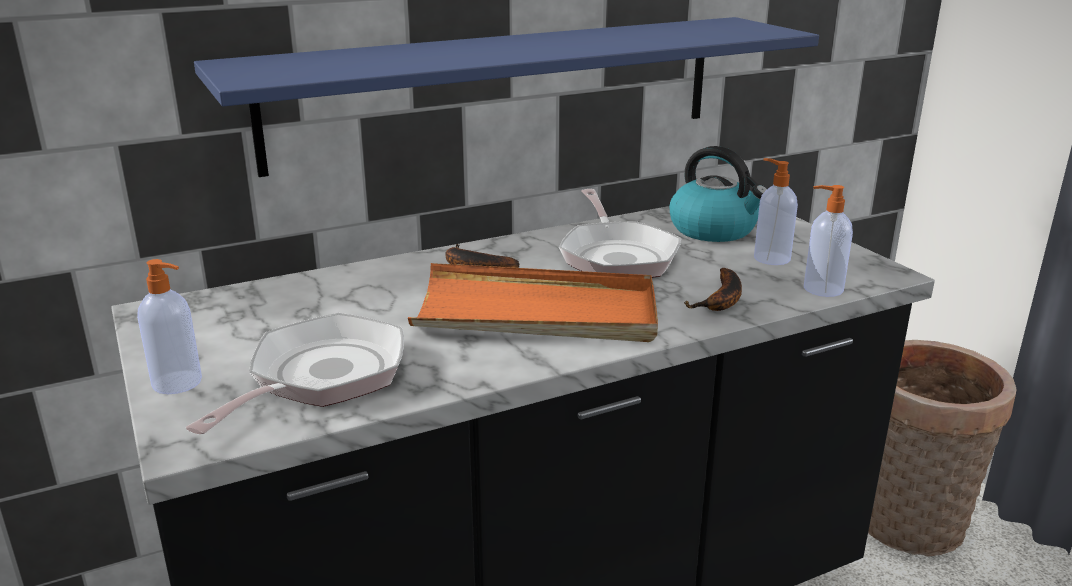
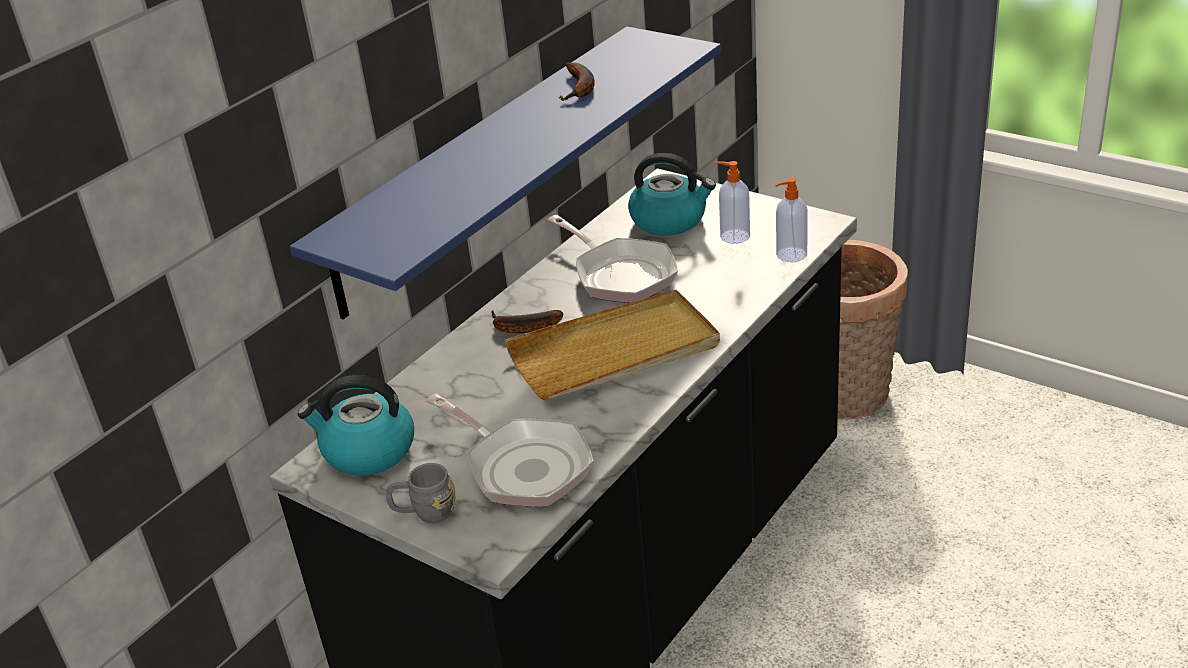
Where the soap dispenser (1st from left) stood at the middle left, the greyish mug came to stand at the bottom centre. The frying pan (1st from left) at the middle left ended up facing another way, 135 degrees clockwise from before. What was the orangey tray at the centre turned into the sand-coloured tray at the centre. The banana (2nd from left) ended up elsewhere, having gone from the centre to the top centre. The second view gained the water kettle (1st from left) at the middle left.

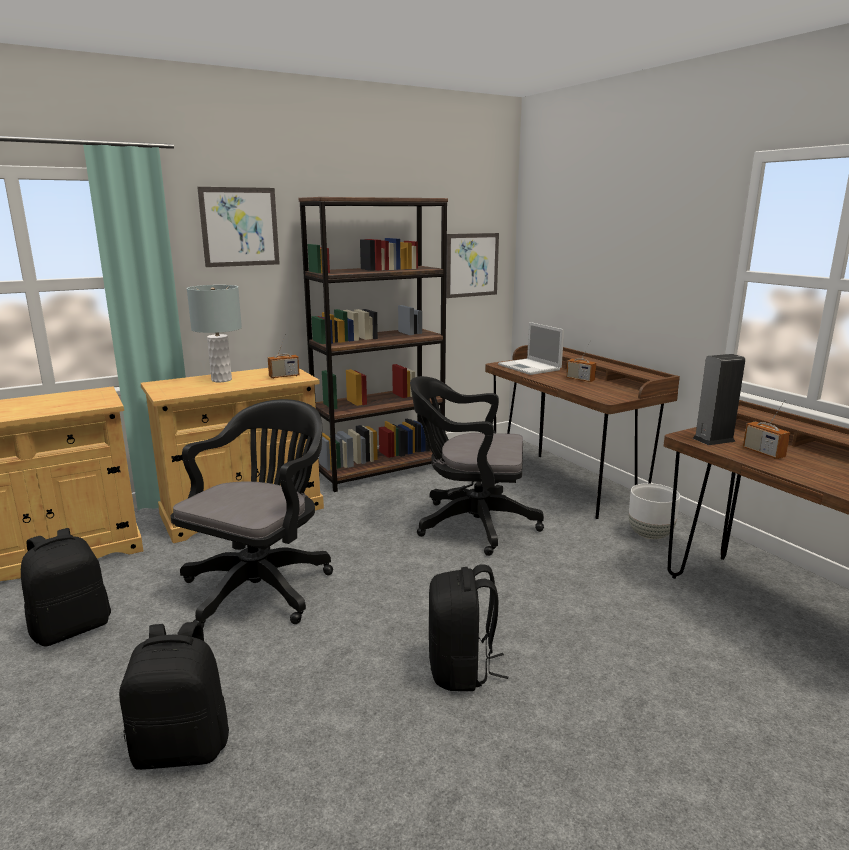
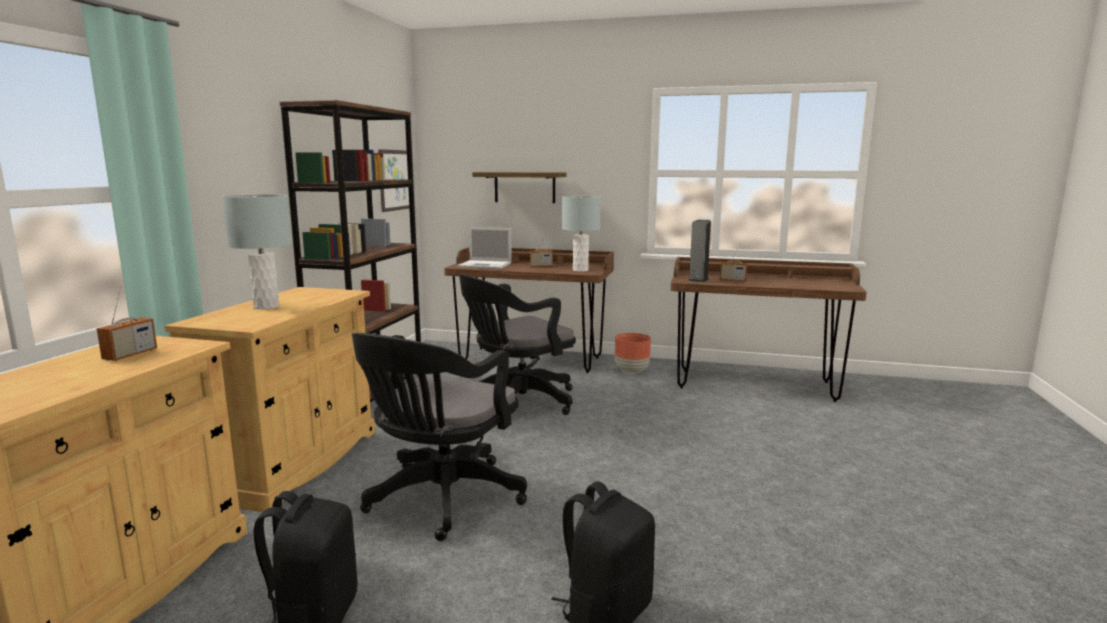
The black office chair (1st from left) at the middle left ended up facing another way, 135 degrees counterclockwise from before. The second view lost the picture (1st from left) at the top left. The radio (1st from left) ended up elsewhere, having gone from the centre to the middle left. The second view lost the black knapsack (3rd from left) at the bottom centre. What was the white plant pot at the middle right turned into the brownish plant pot at the centre. The second view gained the shelf at the top centre. The second view gained the greyish table lamp (2nd from left) at the centre.

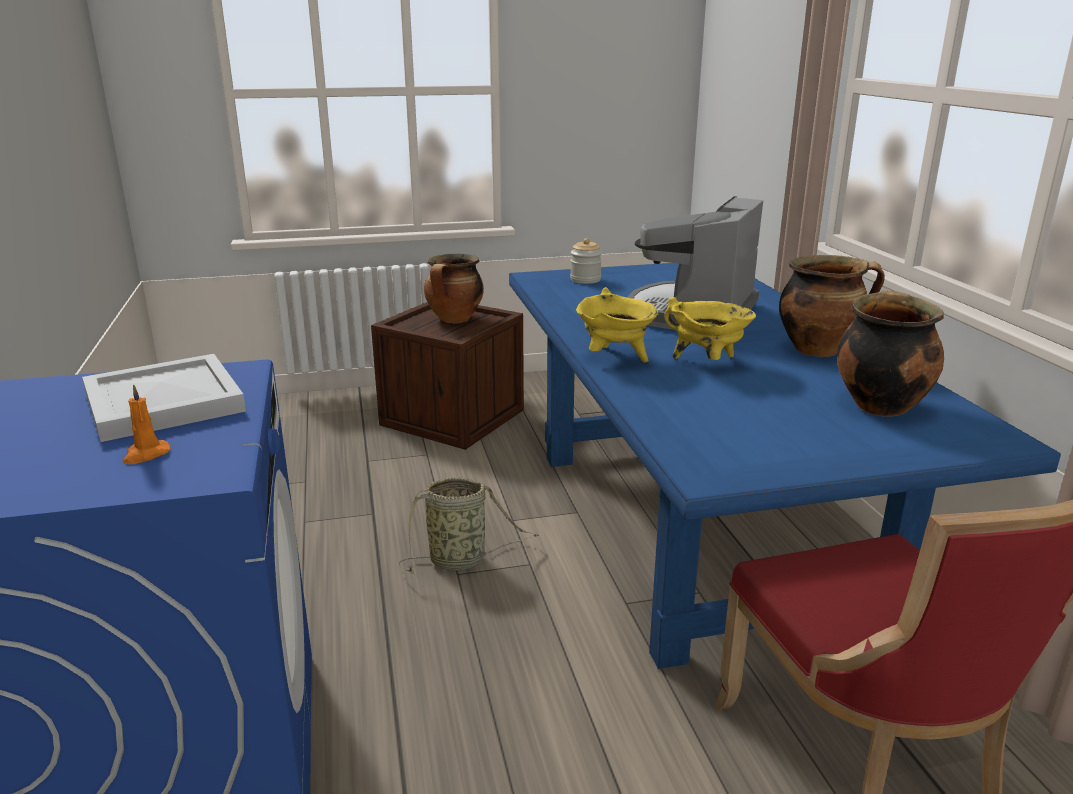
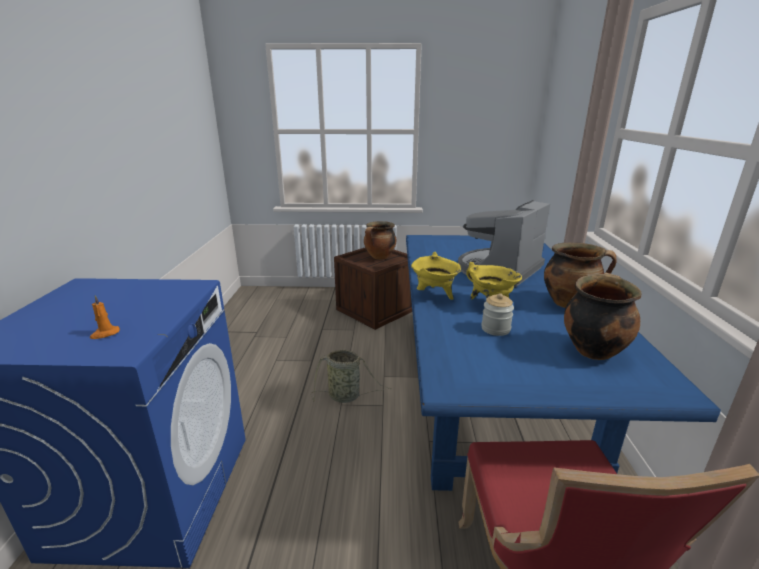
The second view lost the white tray at the middle left. The jar ended up elsewhere, having gone from the top centre to the centre.

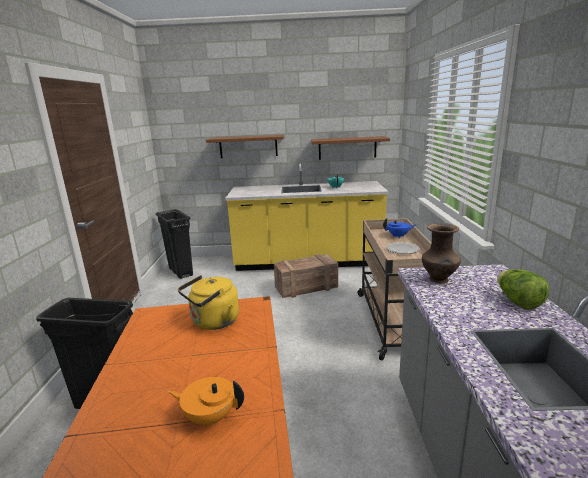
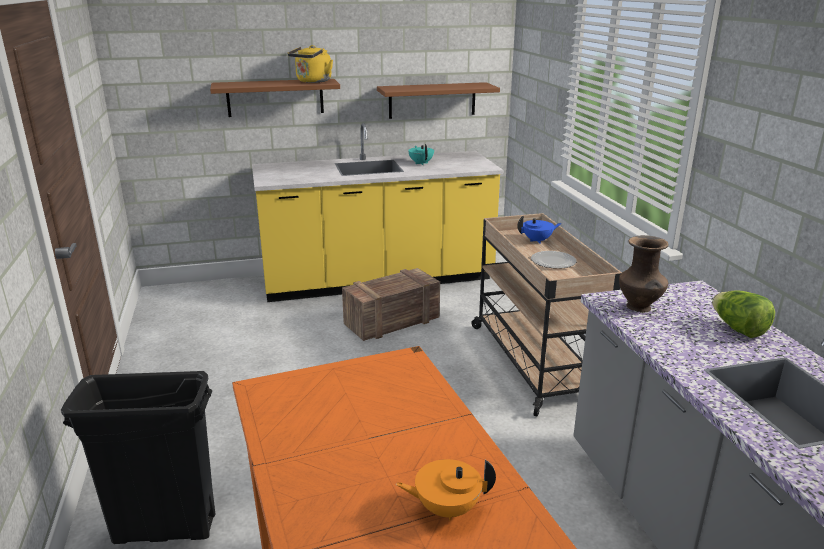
The second view lost the black trash can (2nd from left) at the middle left. The yellow water kettle ended up elsewhere, having gone from the centre to the top centre.

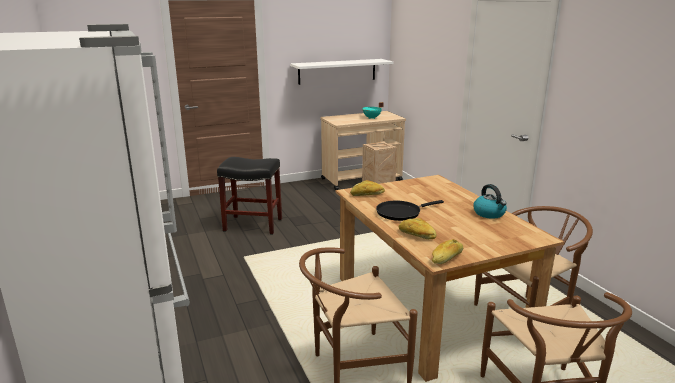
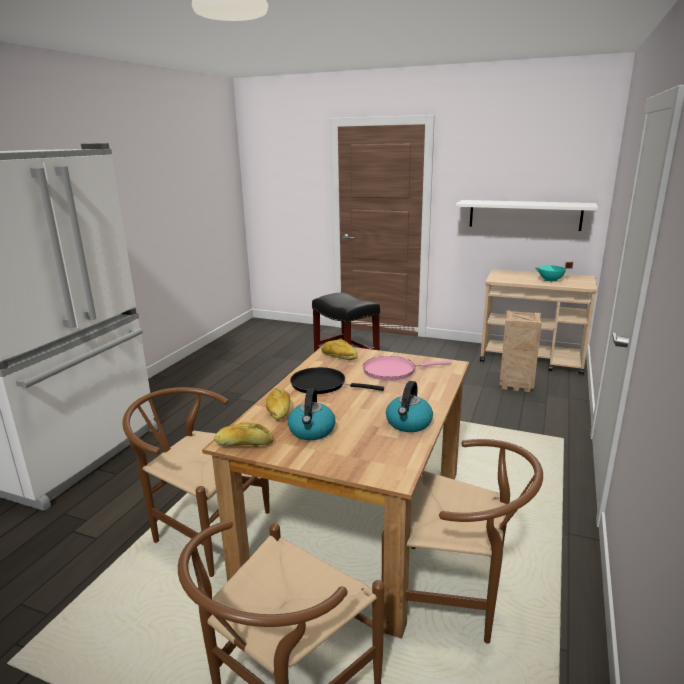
The second view gained the water kettle (1st from left) at the centre. The second view gained the pink frying pan at the centre.

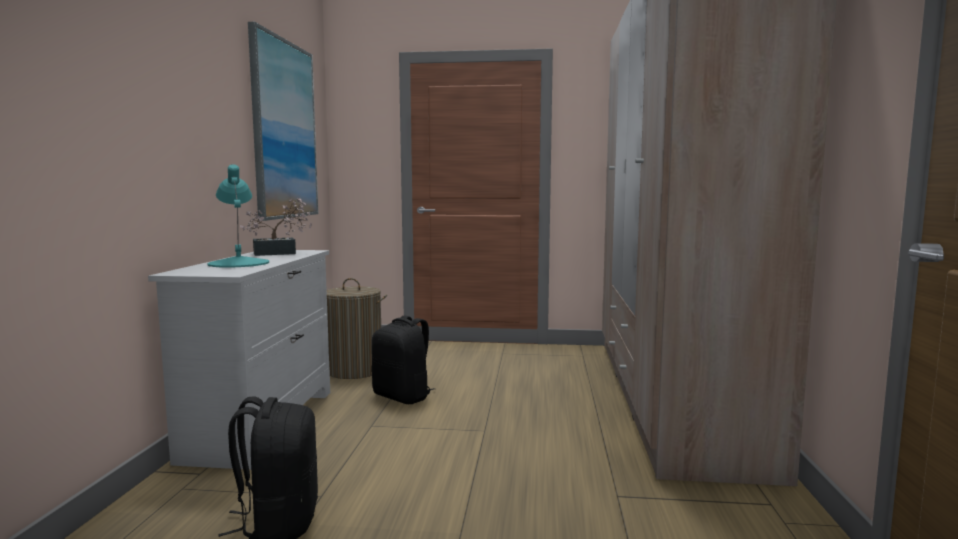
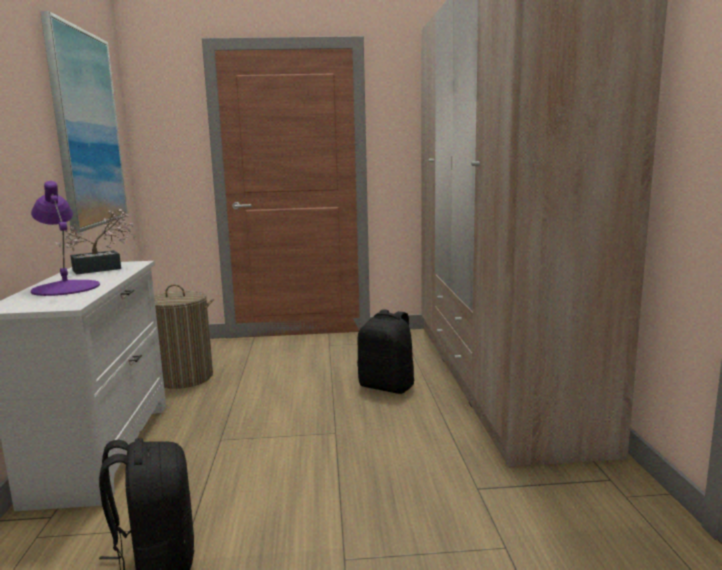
What was the turquoise table lamp at the middle left turned into the purple table lamp at the middle left. The black knapsack (2nd from left) ended up elsewhere, having gone from the bottom centre to the centre.

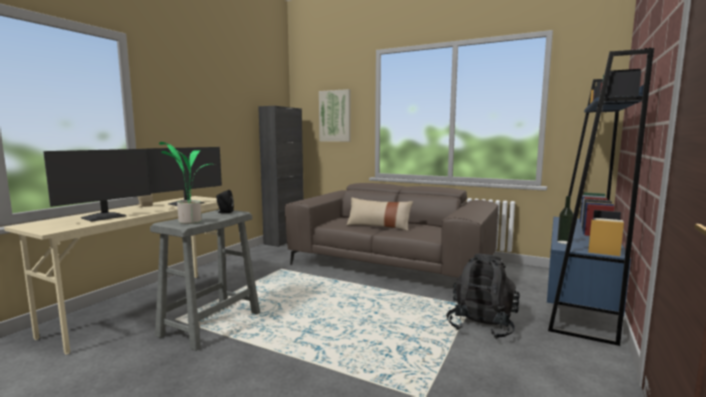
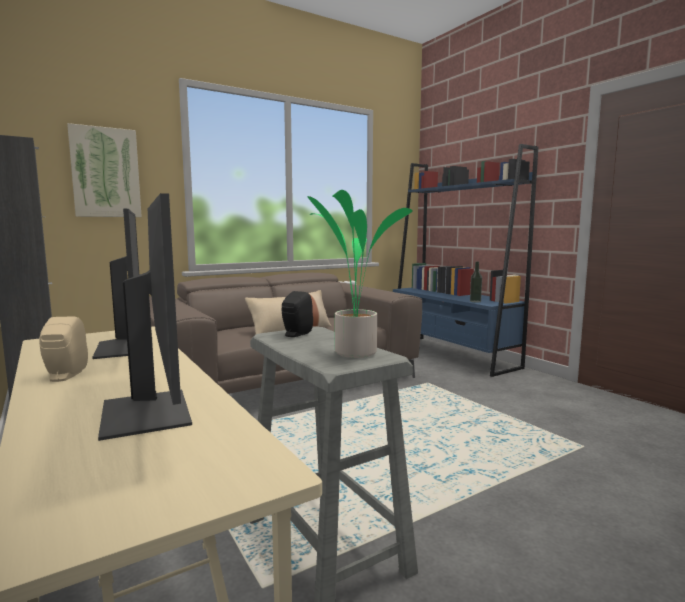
The second view lost the black knapsack at the bottom right.

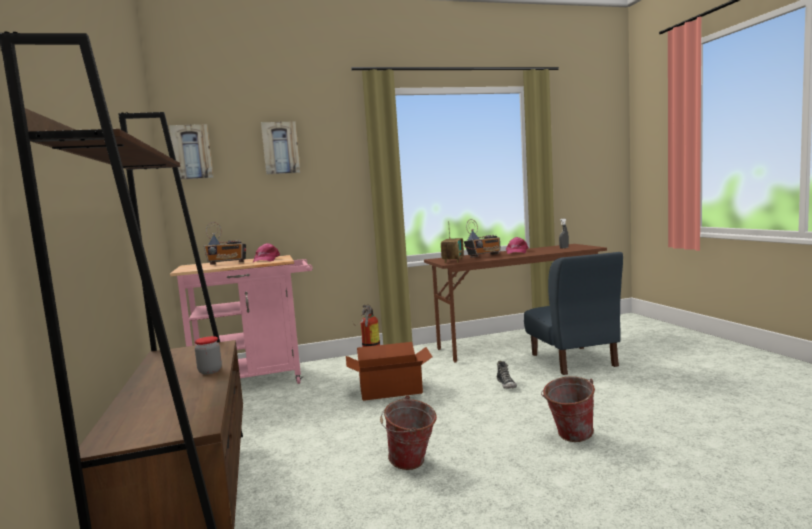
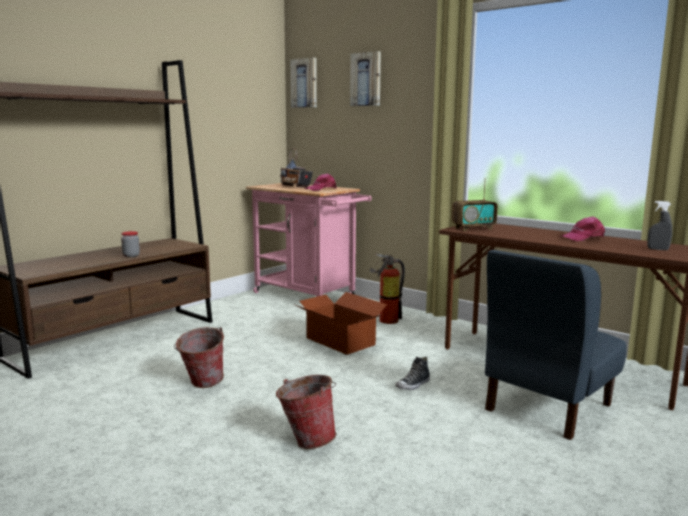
The second view lost the radio (3rd from left) at the centre.

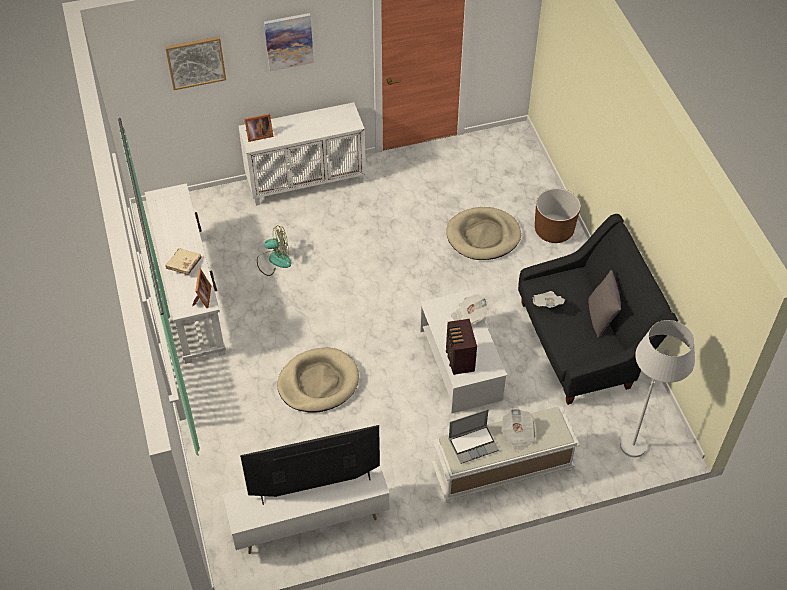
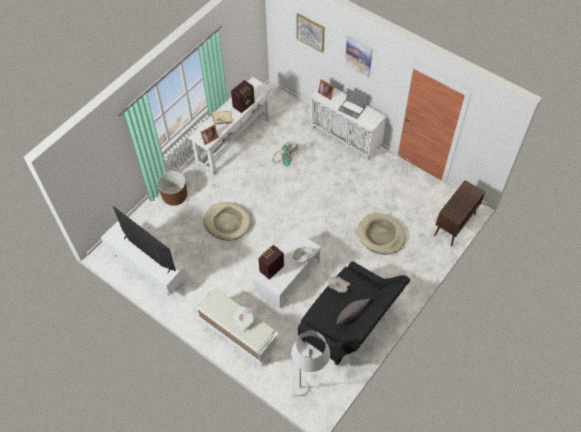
The notebook computer ended up elsewhere, having gone from the bottom centre to the top centre. The brownish plant pot ended up elsewhere, having gone from the middle right to the middle left. The second view gained the radio (1st from left) at the top centre. The second view gained the brownish storage cabinet at the middle right.

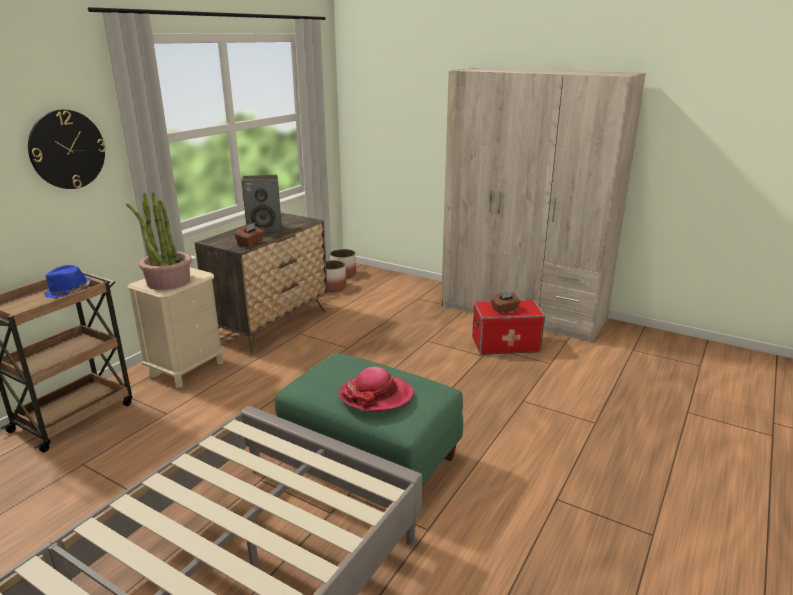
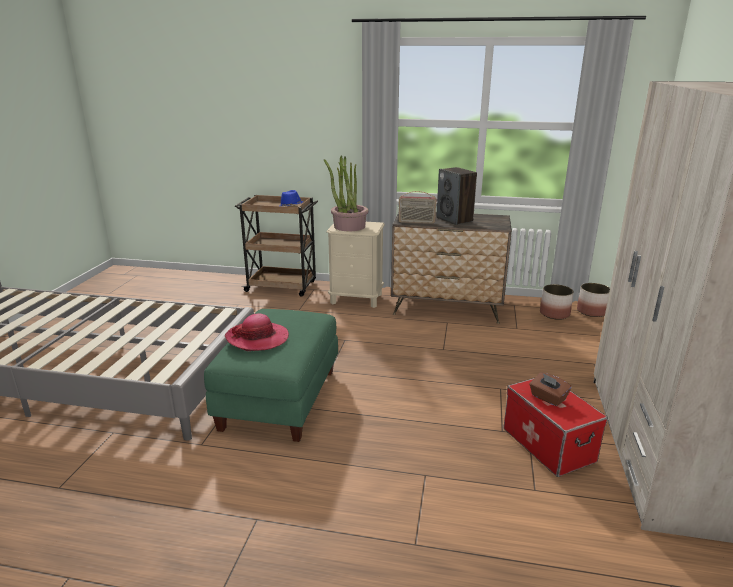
The second view lost the hanging clock at the top left. Where the brownish tissue holder (1st from left) stood at the middle left, the radio came to stand at the centre.

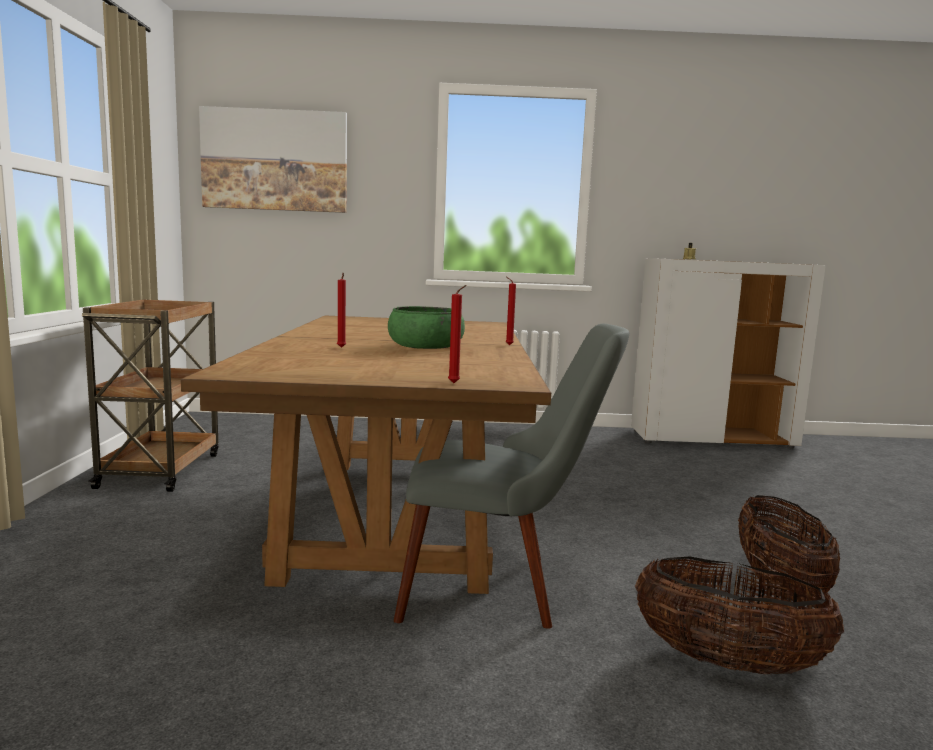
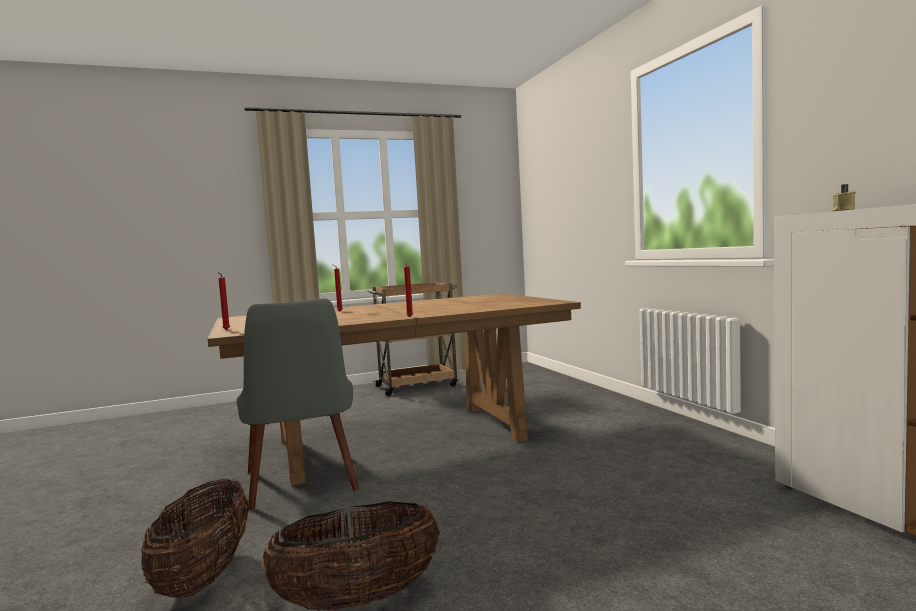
The second view lost the picture at the top left. The second view lost the green bowl at the centre.

